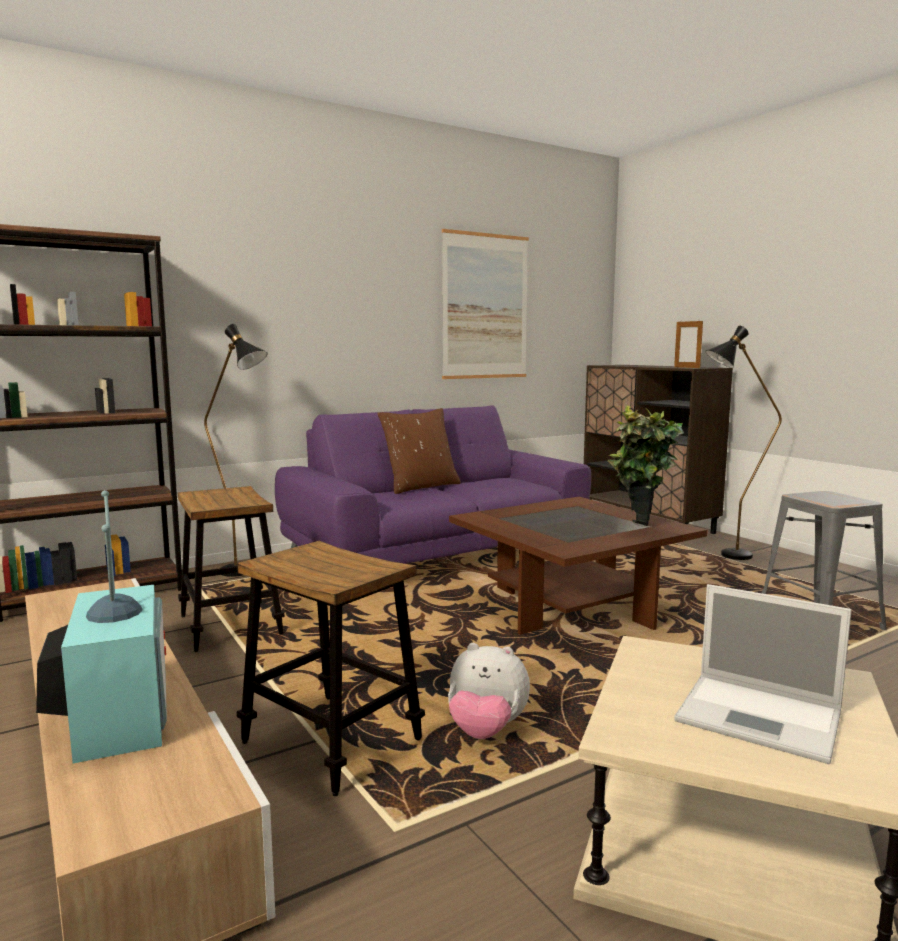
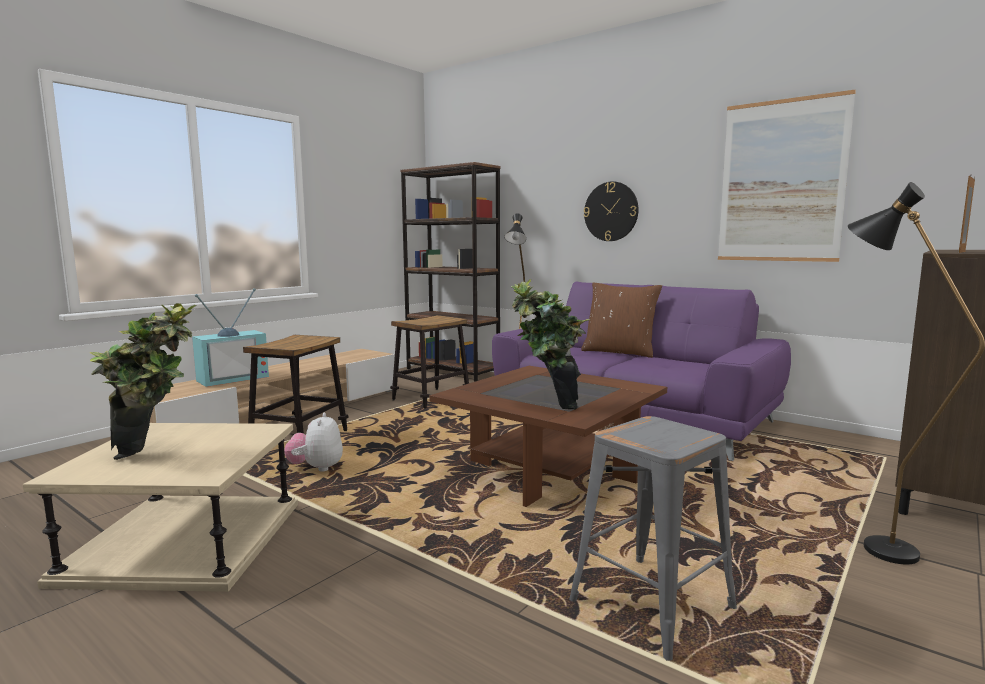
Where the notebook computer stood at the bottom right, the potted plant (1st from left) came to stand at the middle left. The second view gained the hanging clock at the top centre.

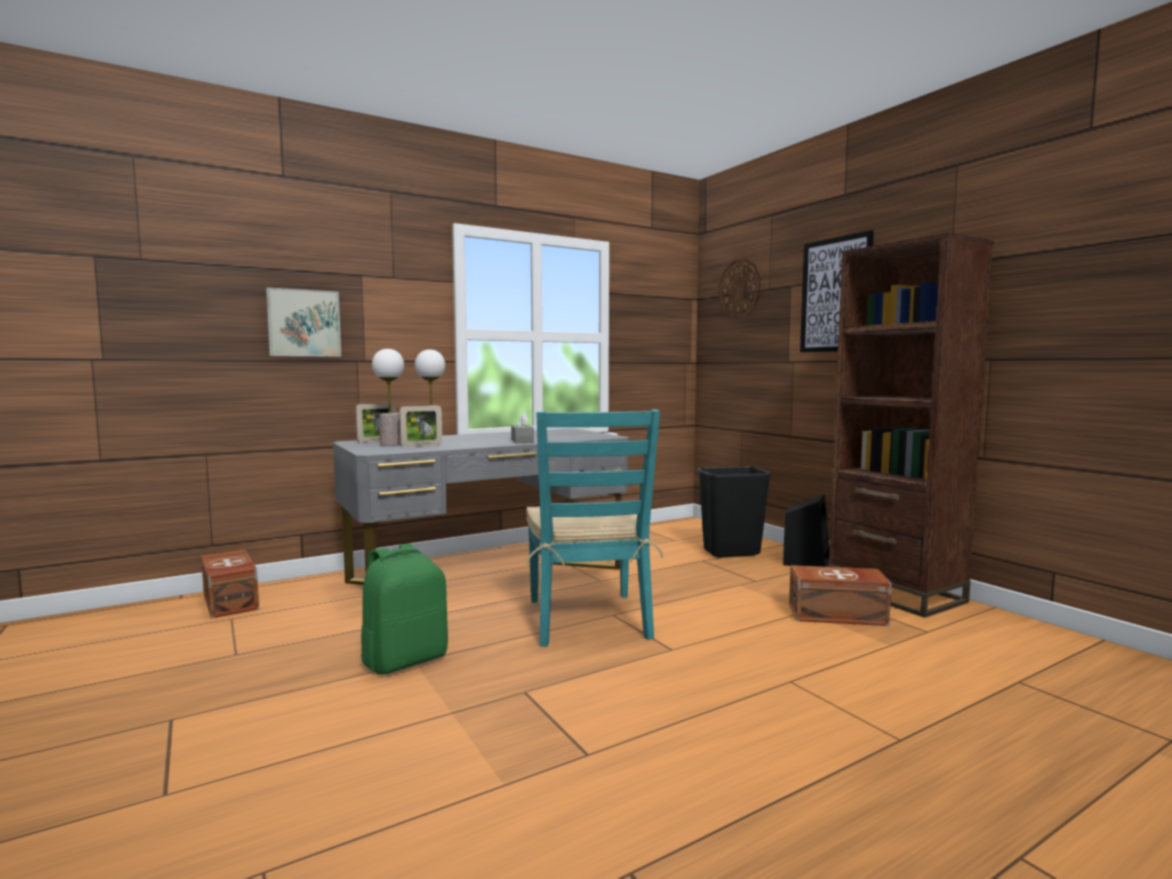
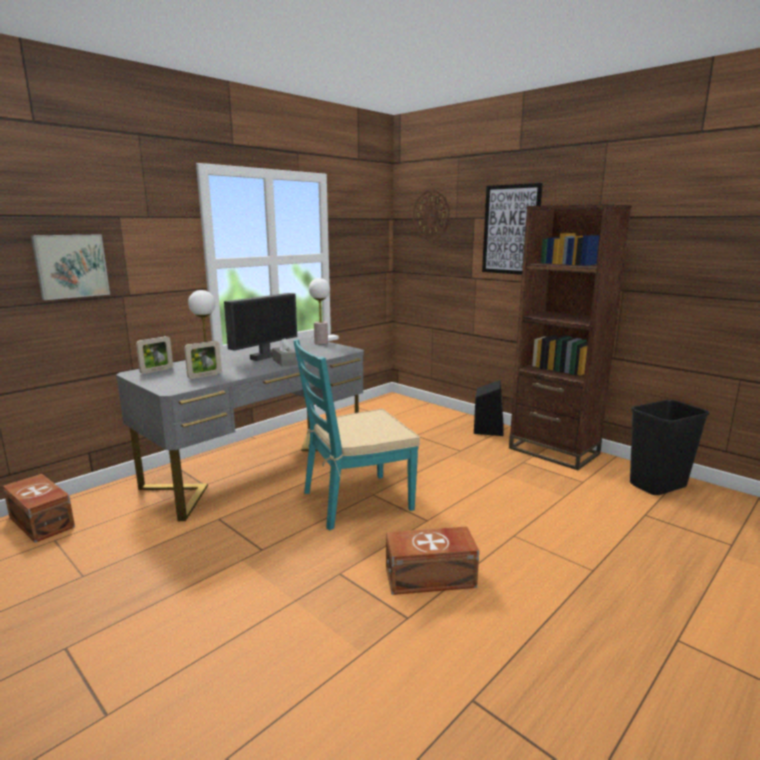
The second view lost the green knapsack at the bottom centre. The table lamp (1st from left in the first image) ended up elsewhere, having gone from the middle left to the centre. The turquoise chair at the centre ended up facing another way, 90 degrees clockwise from before. The black trash can ended up elsewhere, having gone from the centre to the middle right. The brownish storage box (2nd from left) ended up elsewhere, having gone from the bottom right to the bottom centre. The second view gained the computer display at the centre.

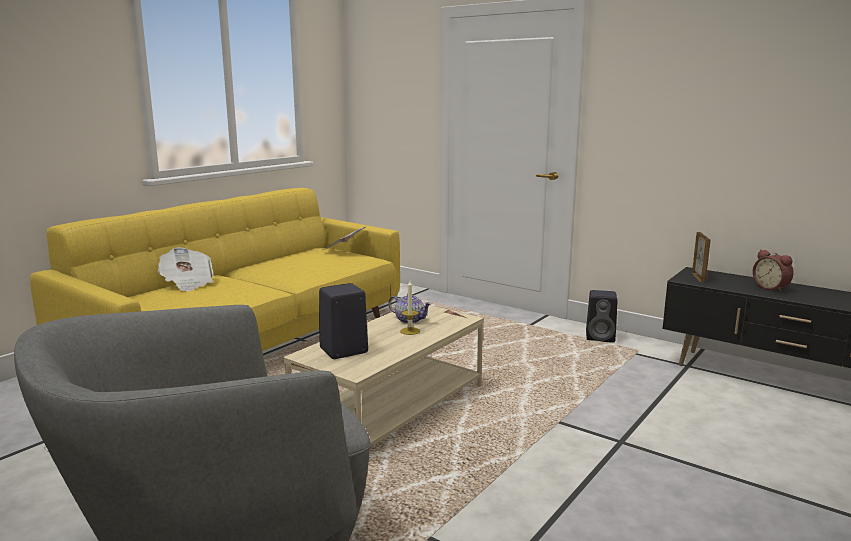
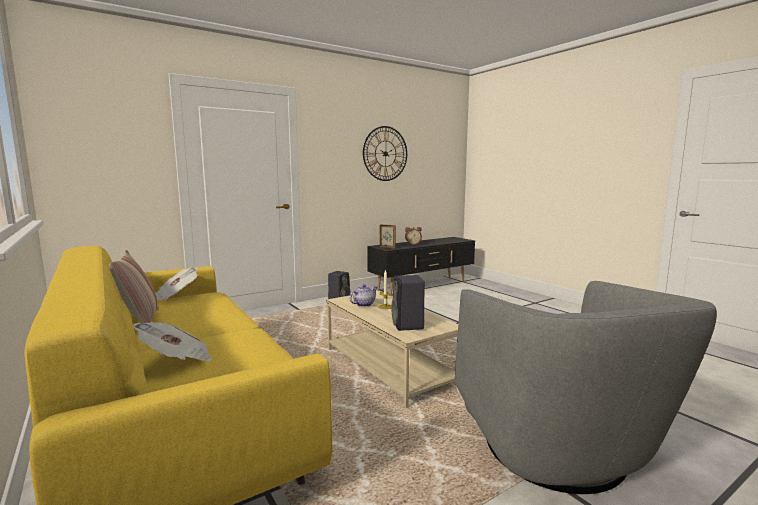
The second view gained the throw pillow at the middle left. The second view gained the hanging clock at the top centre.

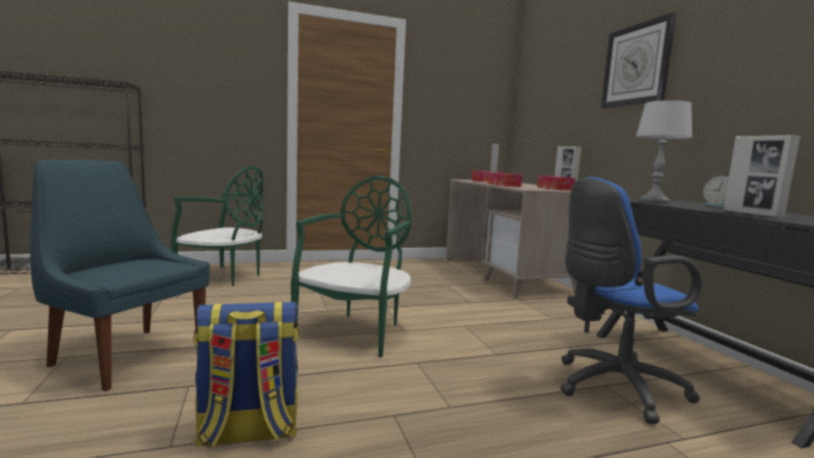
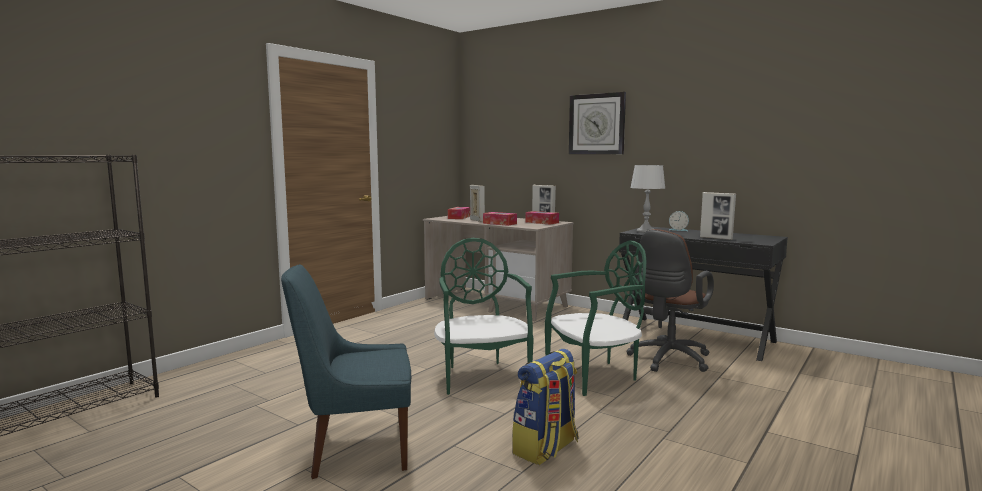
The green chair (1st from left in the first image) ended up elsewhere, having gone from the middle left to the centre. What was the blue office chair at the middle right turned into the brownish office chair at the middle right.

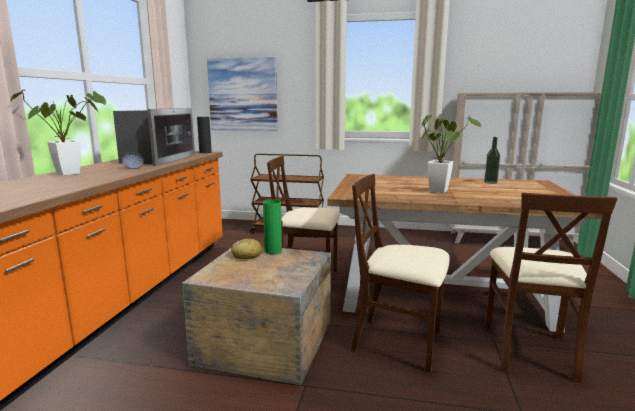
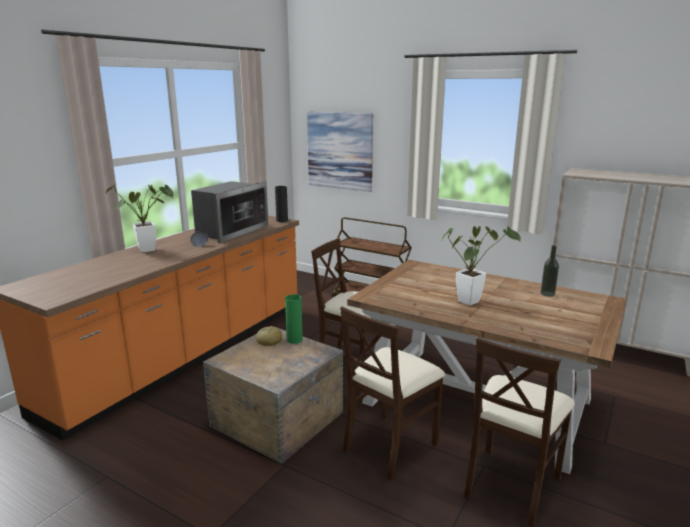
The sand-coloured chair (2nd from left) at the centre ended up facing another way, 90 degrees counterclockwise from before.

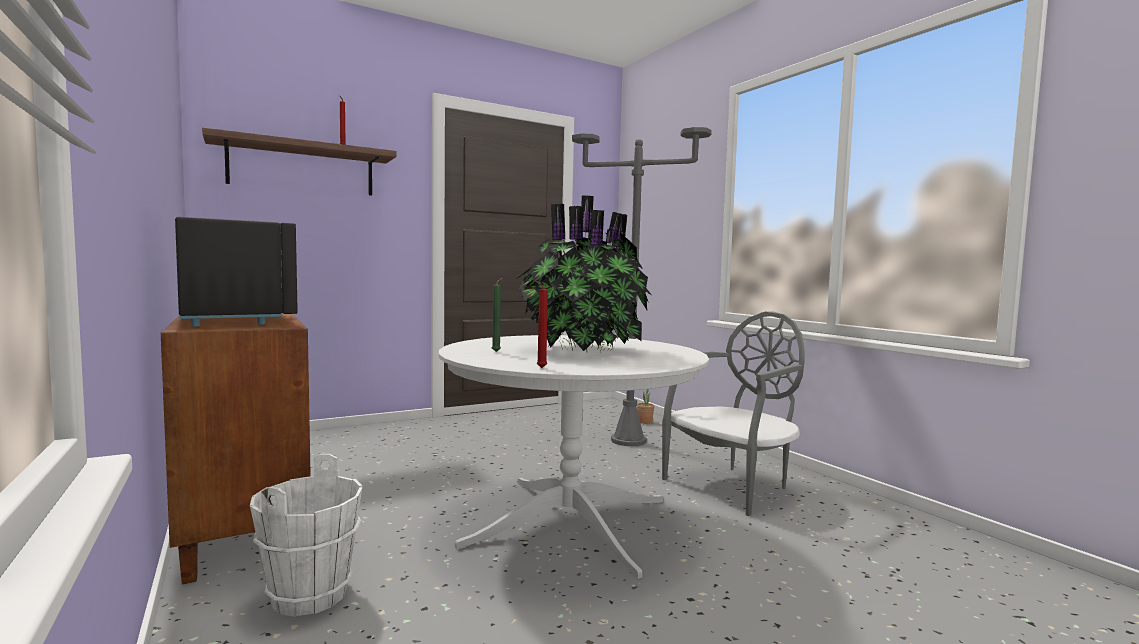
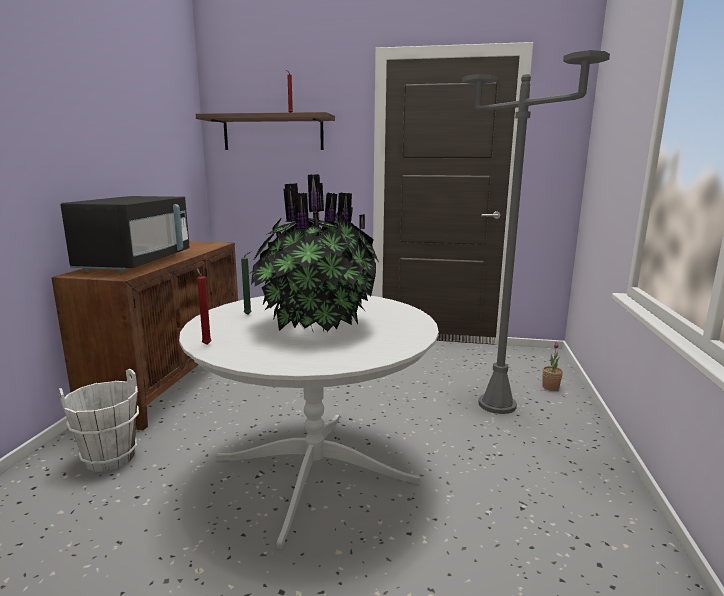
The second view lost the greyish chair at the centre.

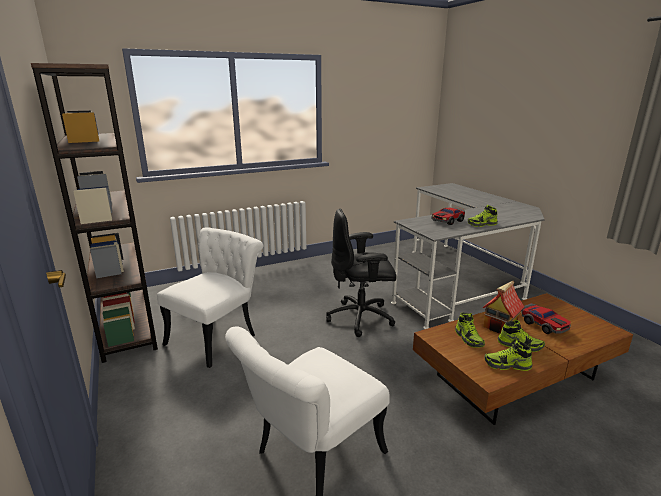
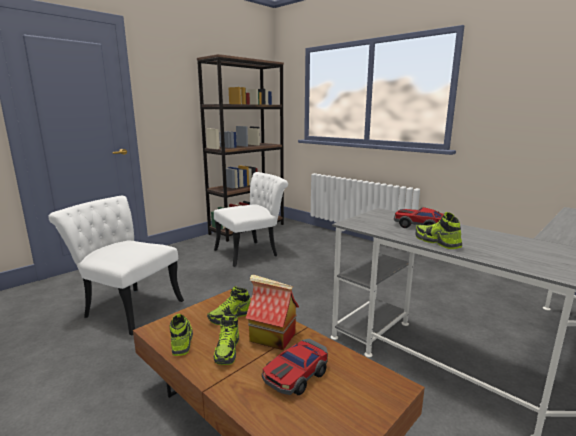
The white chair (1st from left in the first image) at the middle left ended up facing another way, 45 degrees counterclockwise from before. The second view lost the black office chair at the centre.

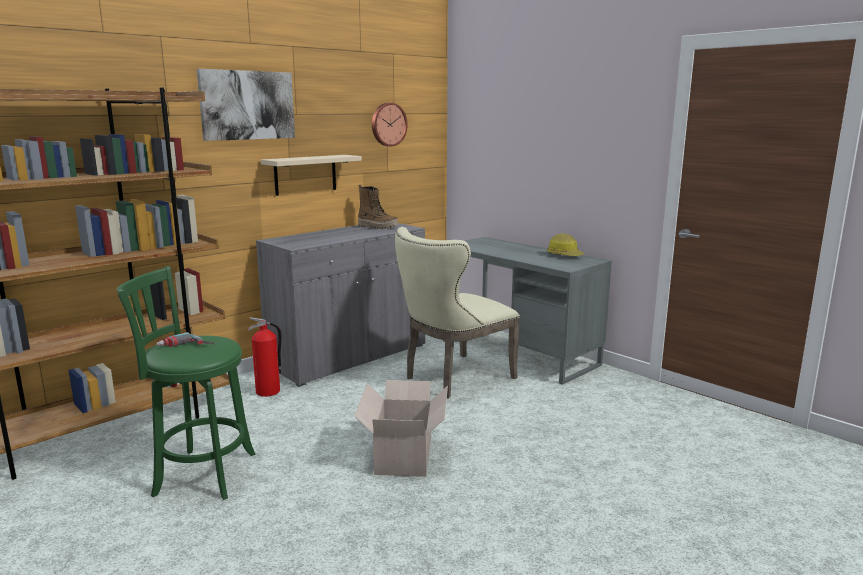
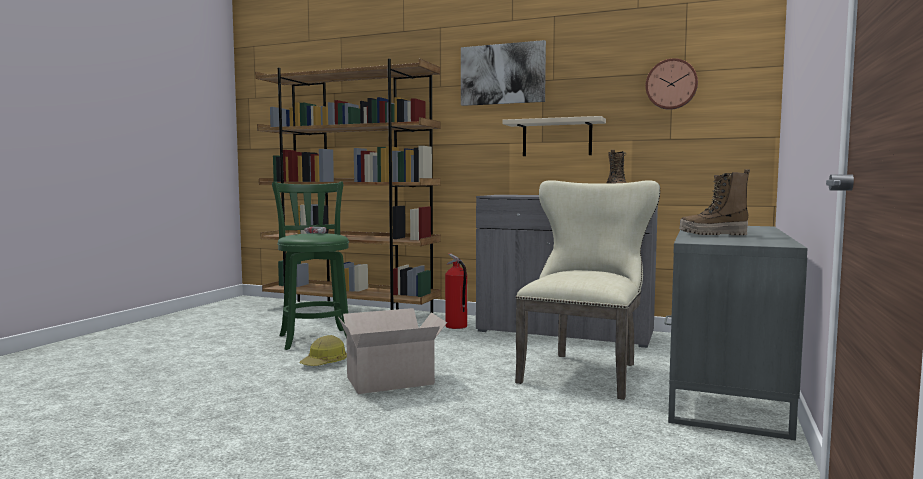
The sand-coloured chair at the centre ended up facing another way, 90 degrees clockwise from before. The hard hat ended up elsewhere, having gone from the centre to the bottom centre. The second view gained the boot (2nd from left) at the middle right.

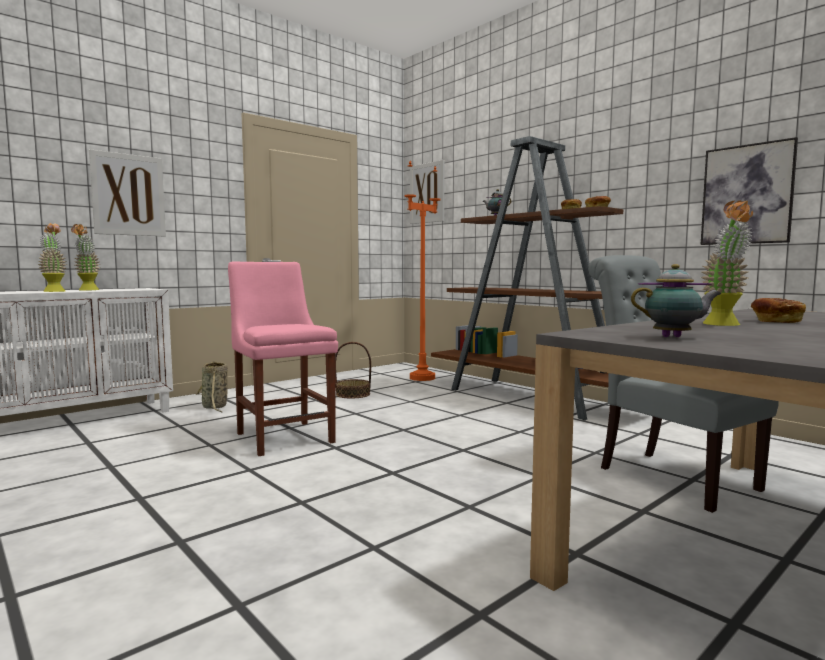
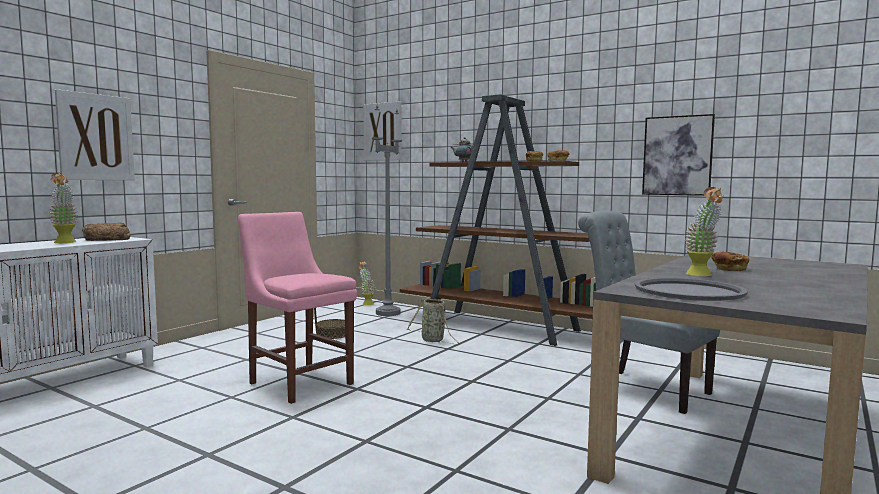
The potted plant (1st from left in the first image) ended up elsewhere, having gone from the middle left to the centre. The household basket (1st from left in the first image) ended up elsewhere, having gone from the middle left to the centre. What was the orangey standing lamp at the centre turned into the greyish standing lamp at the centre. Where the pot for tea (2nd from left) stood at the middle right, the greyish tray came to stand at the middle right. The second view gained the baked bread (1st from left) at the middle left.

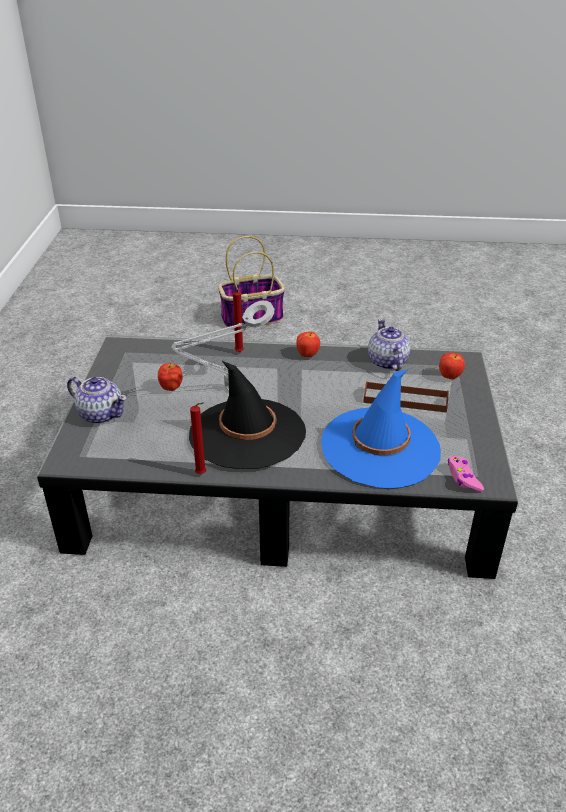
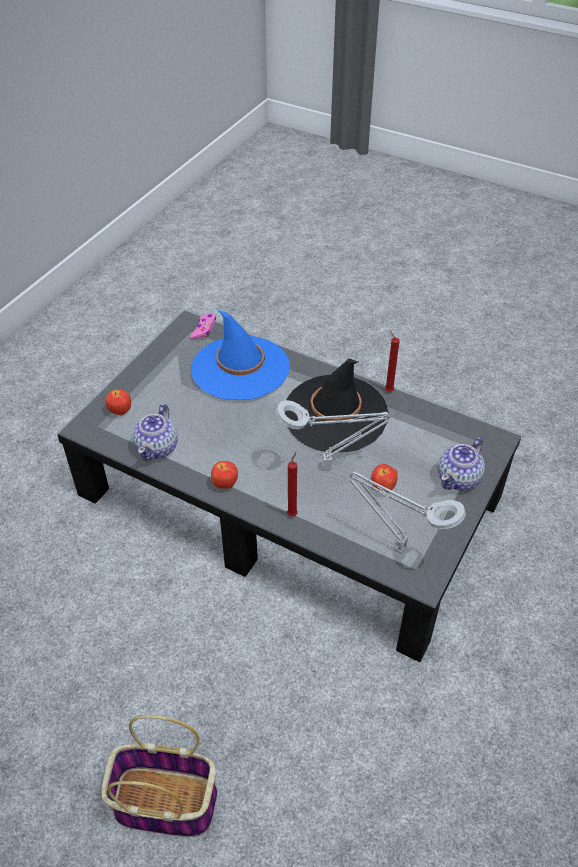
The pot for tea (1st from left in the first image) at the middle left ended up facing another way, 105 degrees counterclockwise from before. The second view lost the brownish tray at the middle right. The second view gained the greyish table lamp (2nd from left) at the middle right.

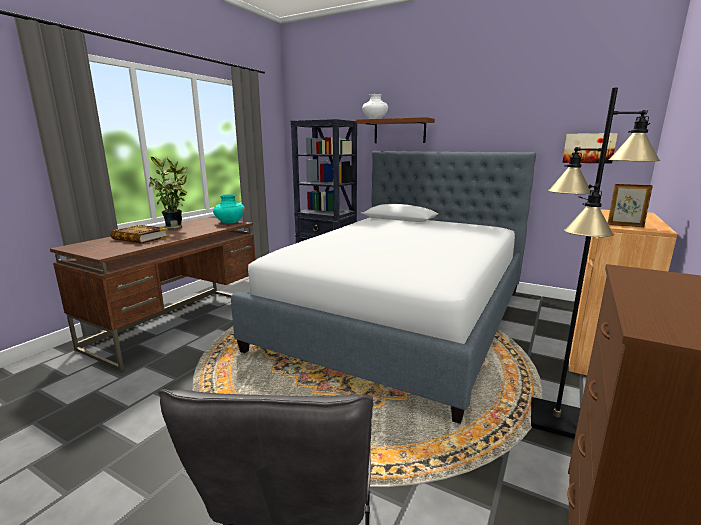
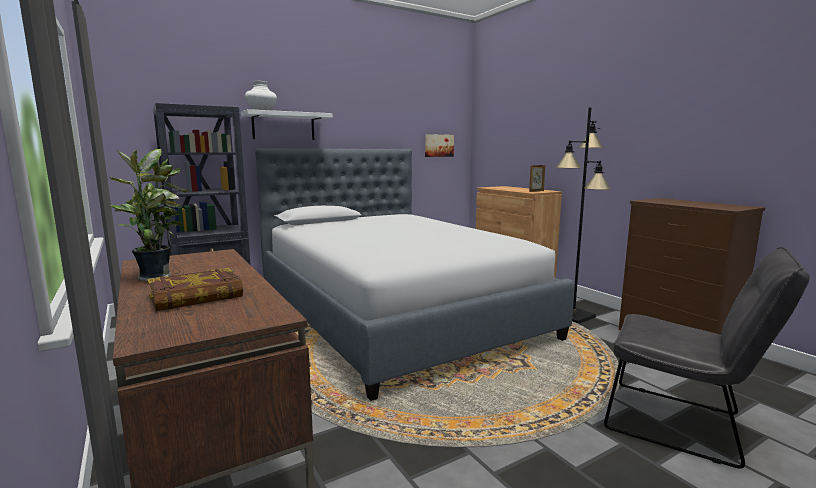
The second view lost the turquoise flower vase at the middle left. What was the brownish shelf at the top centre turned into the white shelf at the top centre.

